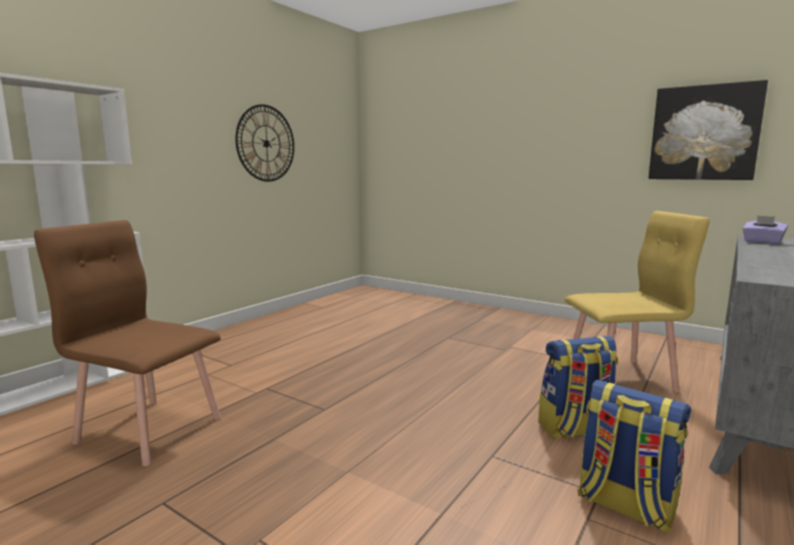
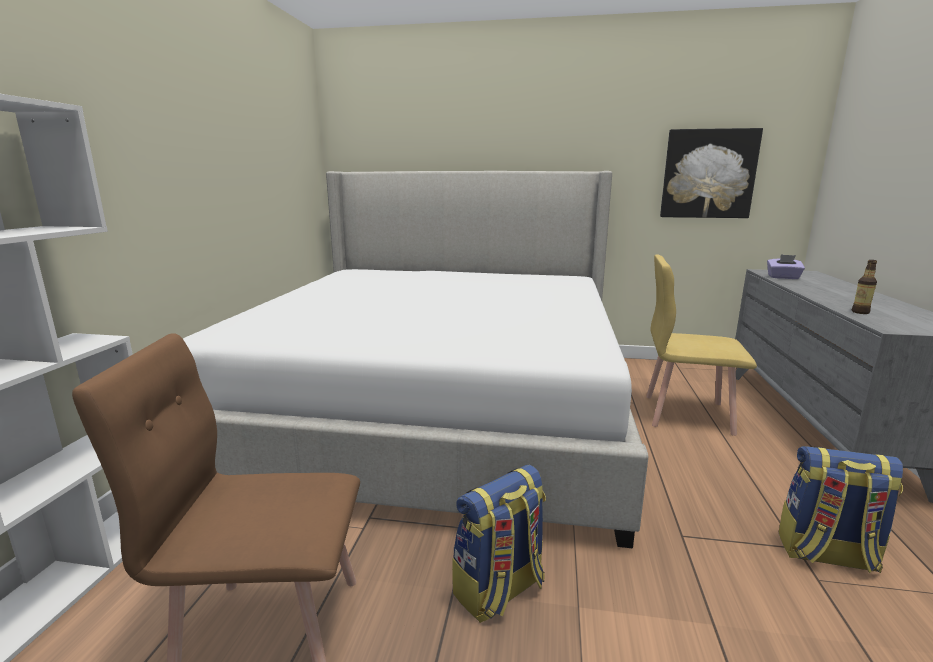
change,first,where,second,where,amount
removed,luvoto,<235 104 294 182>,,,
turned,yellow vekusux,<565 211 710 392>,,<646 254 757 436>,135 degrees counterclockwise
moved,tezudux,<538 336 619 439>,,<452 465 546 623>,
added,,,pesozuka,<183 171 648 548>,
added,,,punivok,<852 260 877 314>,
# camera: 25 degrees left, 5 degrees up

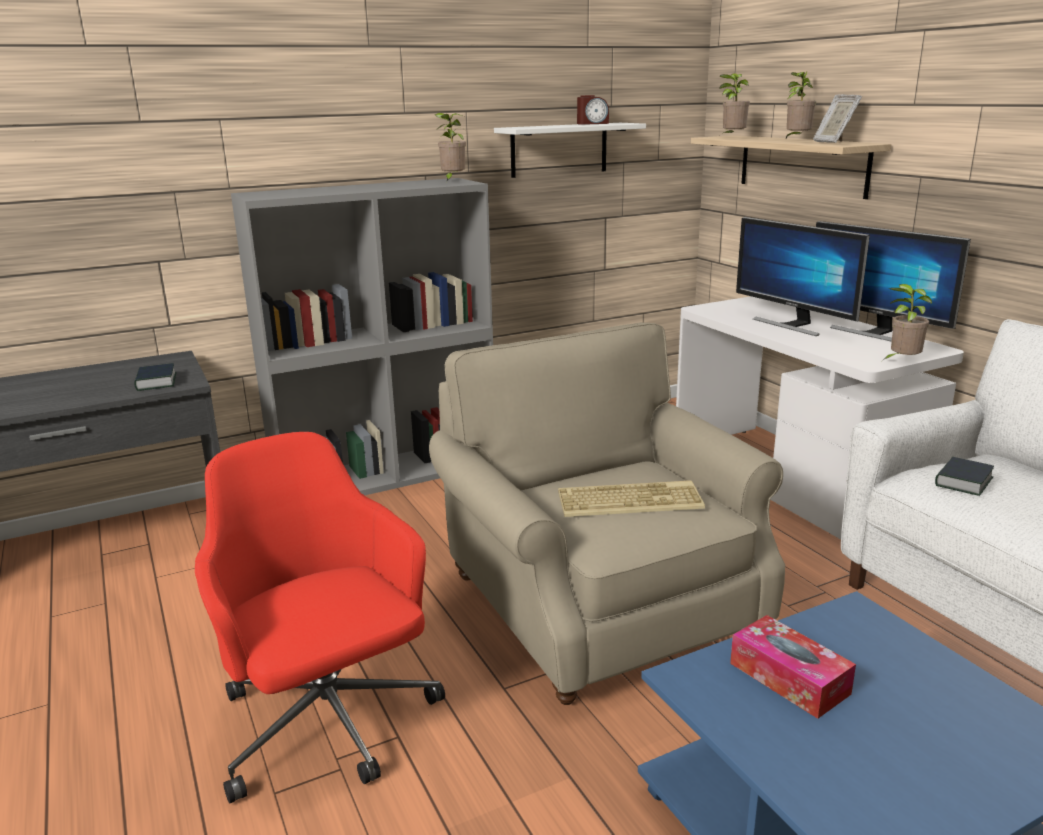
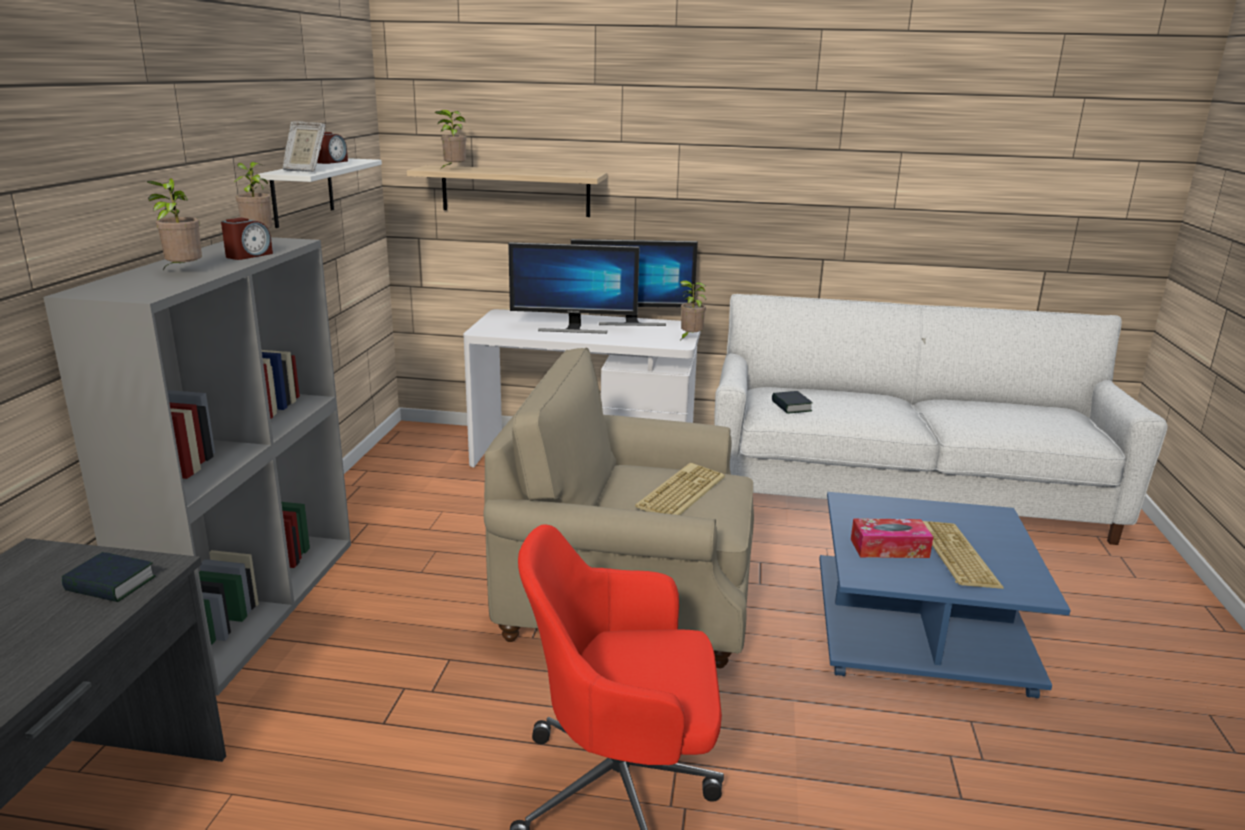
change,first,where,second,where,amount
moved,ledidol,<786 72 816 138>,,<147 178 202 270>,
moved,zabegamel,<813 94 862 143>,,<282 121 326 172>,
added,,,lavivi,<221 218 273 260>,
added,,,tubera,<923 521 1004 589>,
# camera: 55 degrees left, 0 degrees up

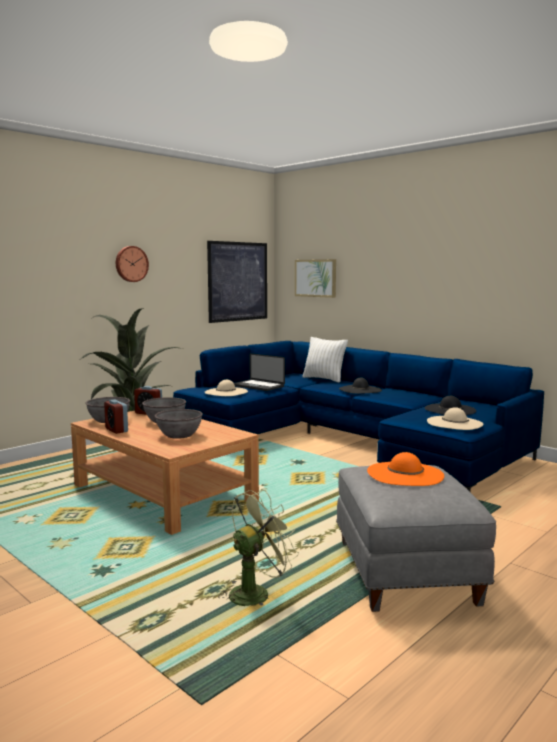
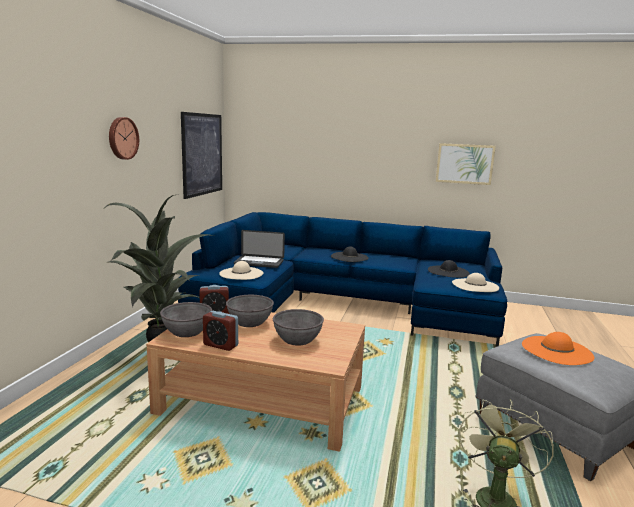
change,first,where,second,where,amount
moved,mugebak,<295 259 336 298>,,<436 143 496 185>,
removed,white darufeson,<302 337 348 382>,,,
# camera: 30 degrees left, 5 degrees up

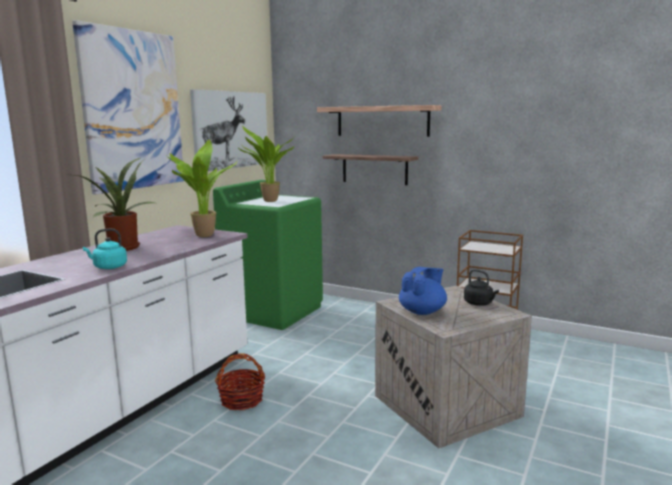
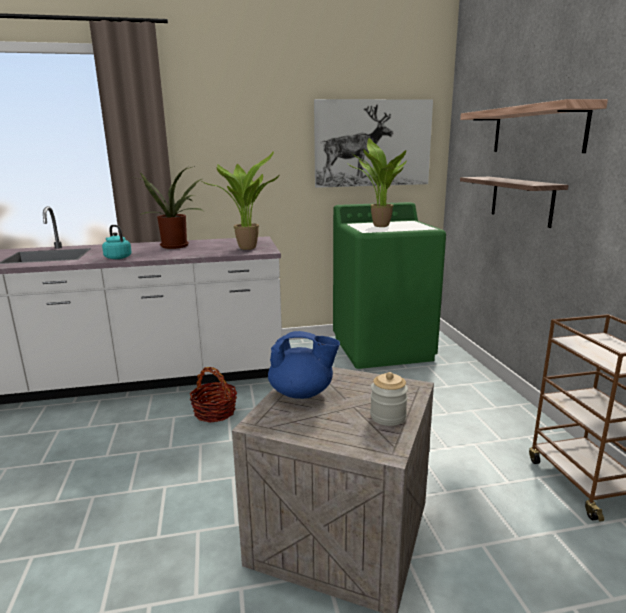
change,first,where,second,where,amount
removed,mugebak,<72 20 184 194>,,,
replaced,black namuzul,<464 269 499 306>,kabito,<370 372 408 426>,
# camera: 50 degrees right, 5 degrees up

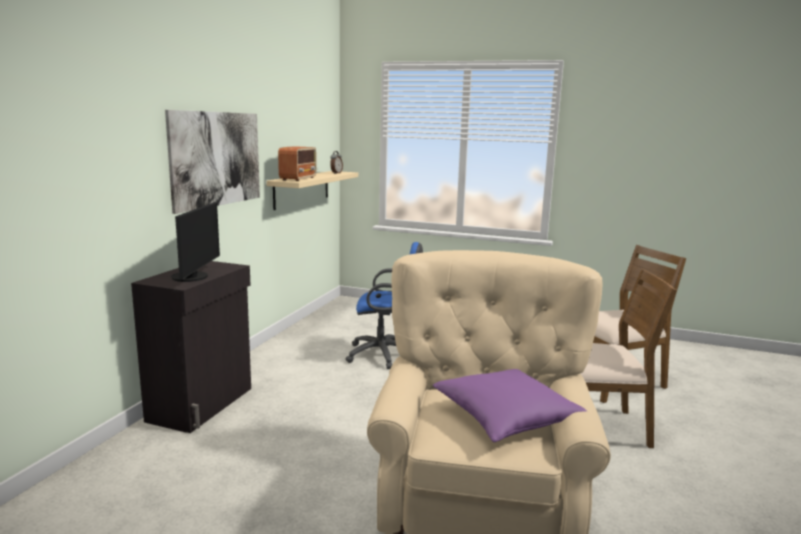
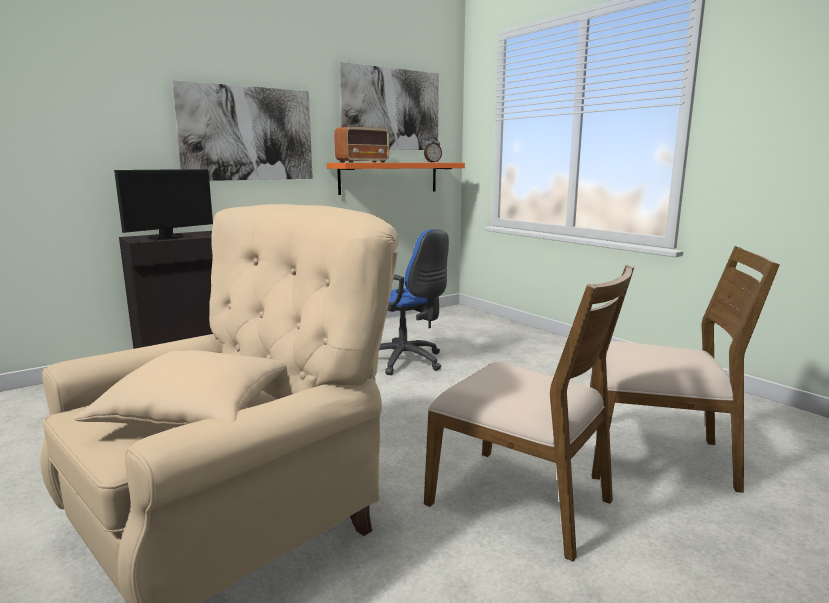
change,first,where,second,where,amount
recoloured,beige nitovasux,<266 171 358 210>,orange nitovasux,<327 163 465 195>,
recoloured,purple darufeson,<433 369 587 442>,beige darufeson,<74 350 287 427>,
added,,,mugebak,<339 62 439 150>,
# camera: 35 degrees right, 0 degrees up

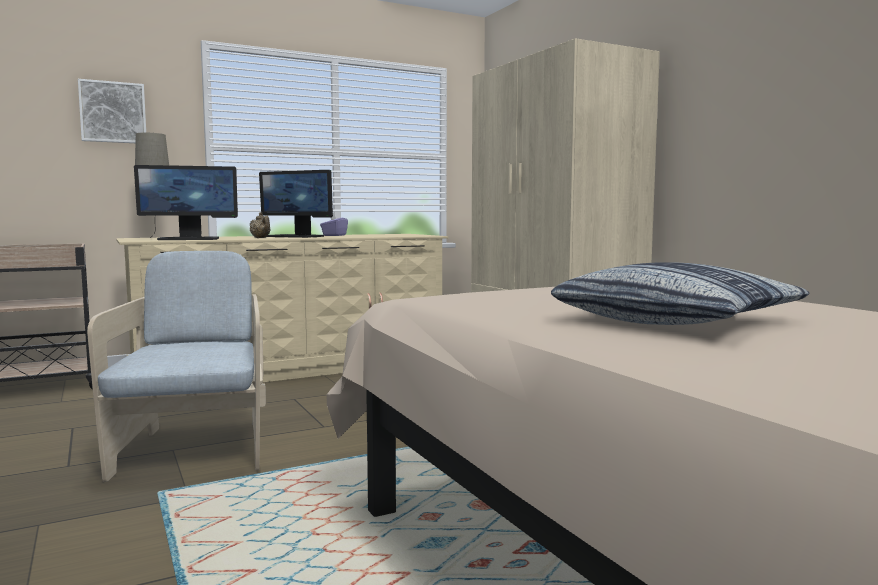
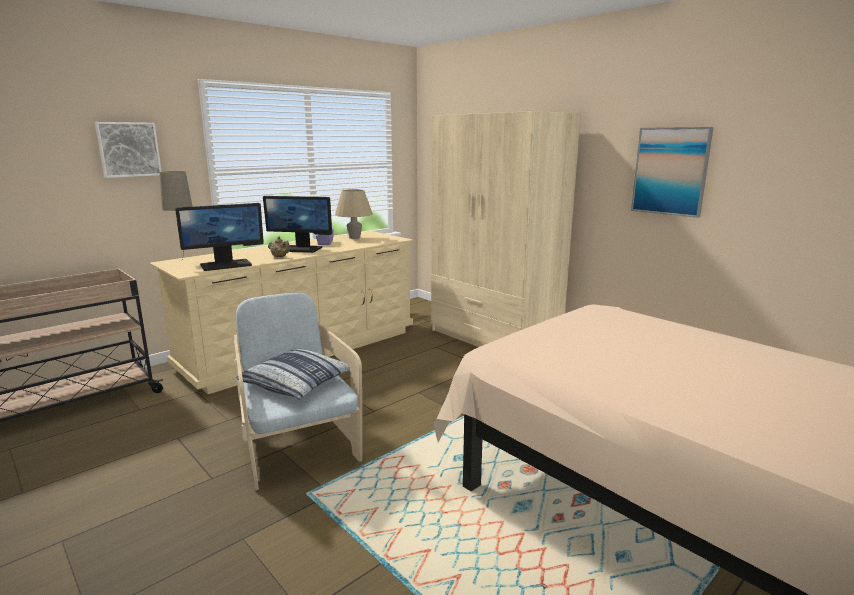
change,first,where,second,where,amount
moved,darufeson,<551 262 809 325>,,<236 348 350 400>,
added,,,mugebak,<631 127 714 218>,
added,,,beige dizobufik,<335 189 373 239>,
# camera: 15 degrees left, 10 degrees up

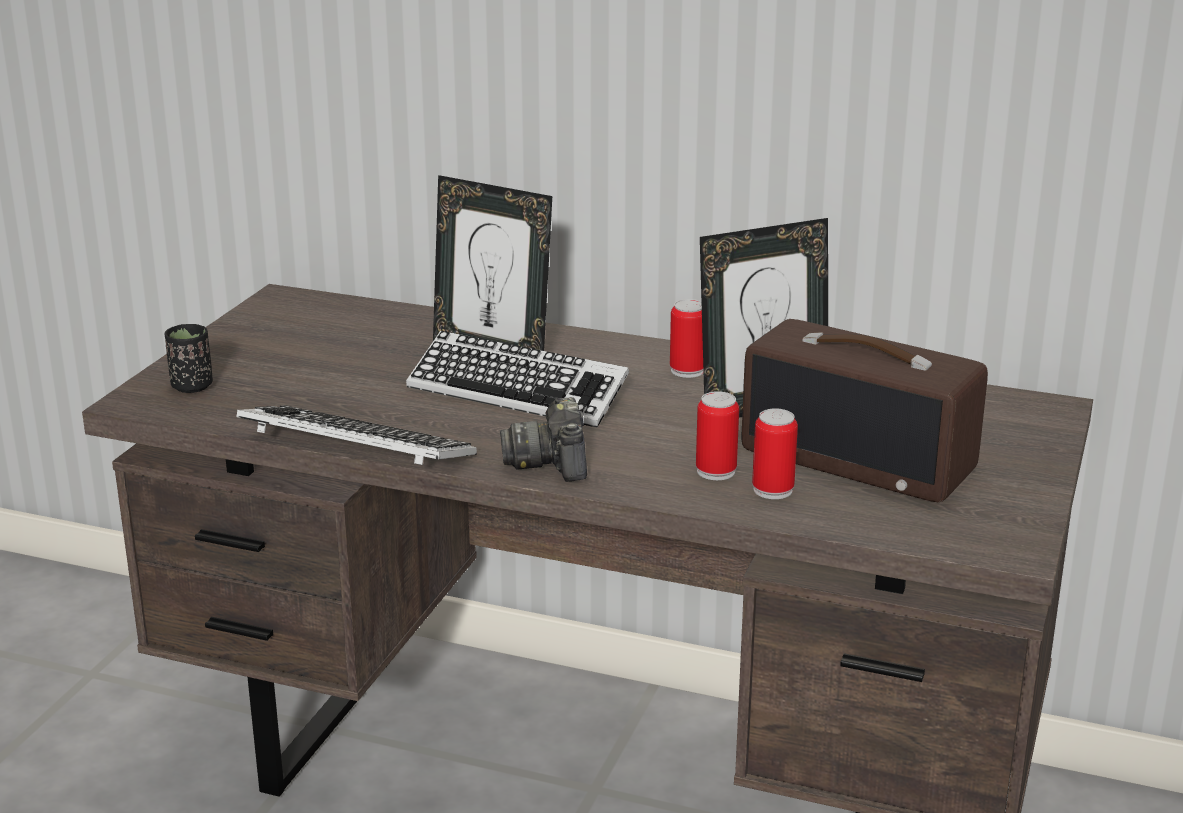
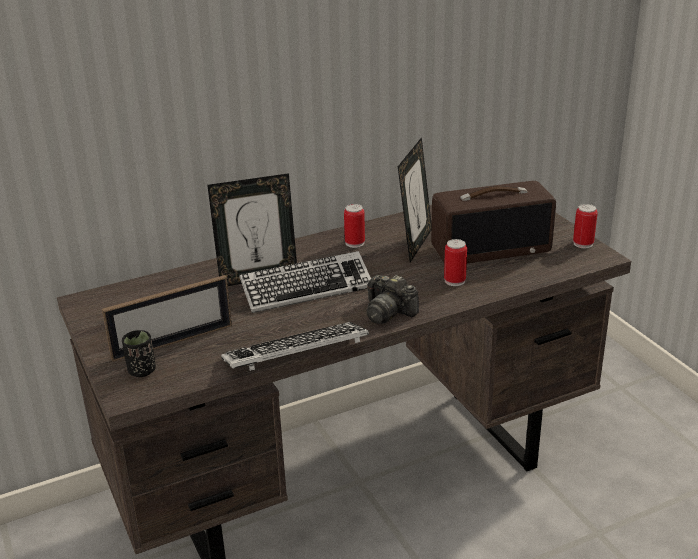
change,first,where,second,where,amount
moved,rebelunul,<752 408 798 499>,,<573 204 598 248>,
added,,,zabegamel,<102 275 232 362>,
# camera: 45 degrees left, 5 degrees up

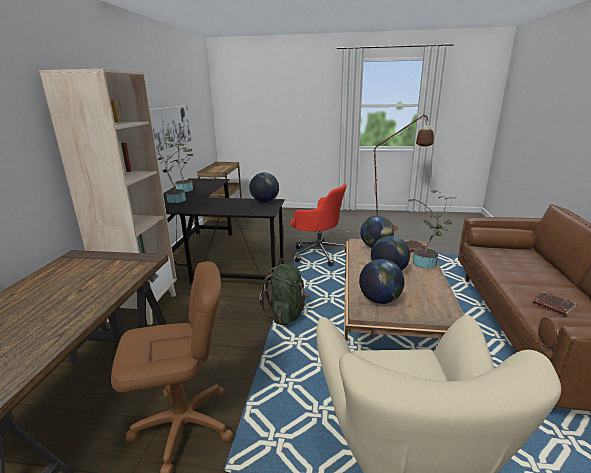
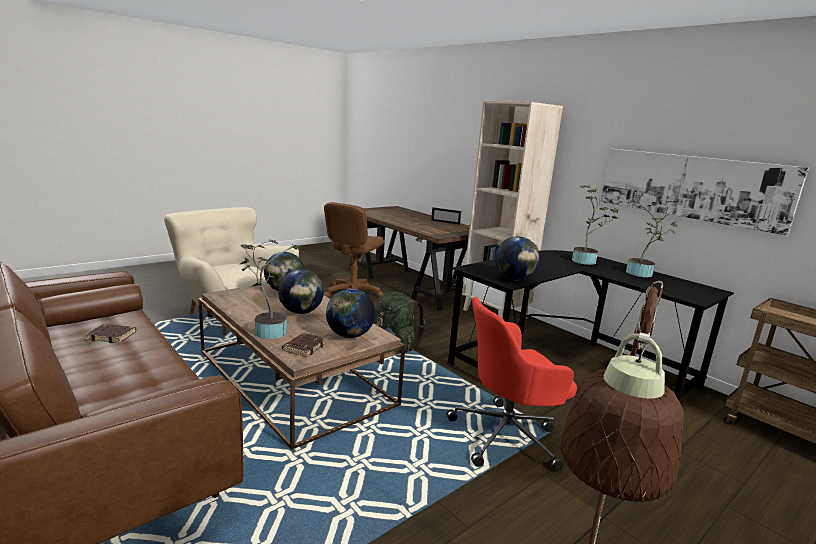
change,first,where,second,where,amount
added,,,zabegamel,<431 207 461 225>,
# camera: 130 degrees right, 5 degrees down

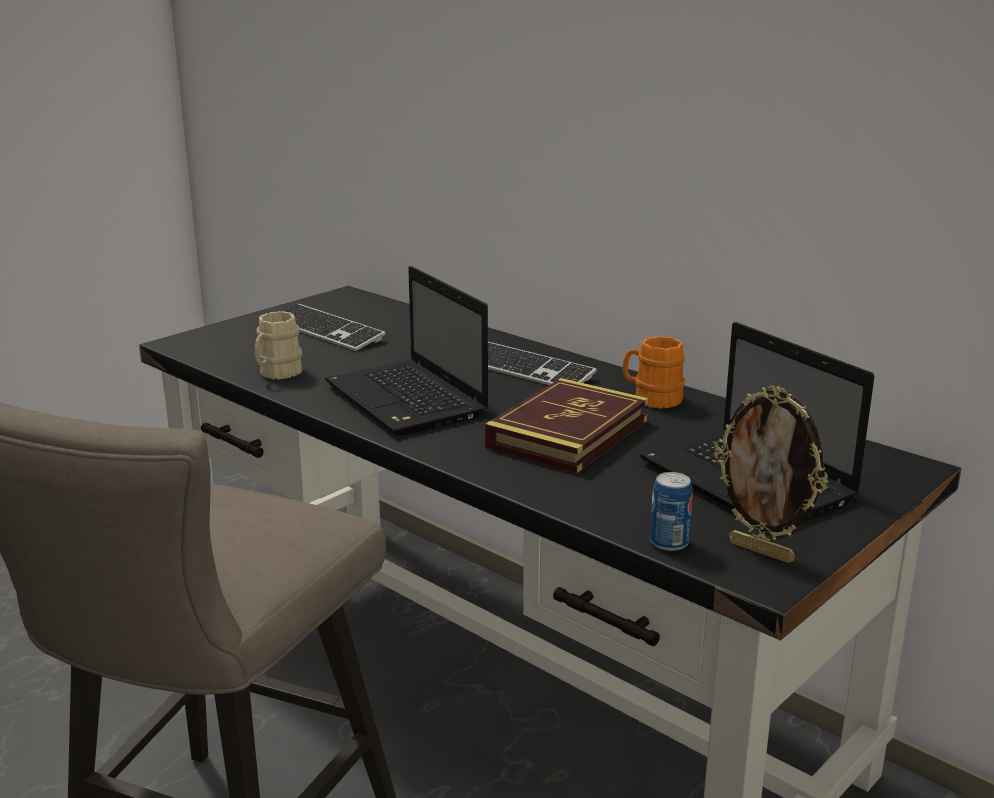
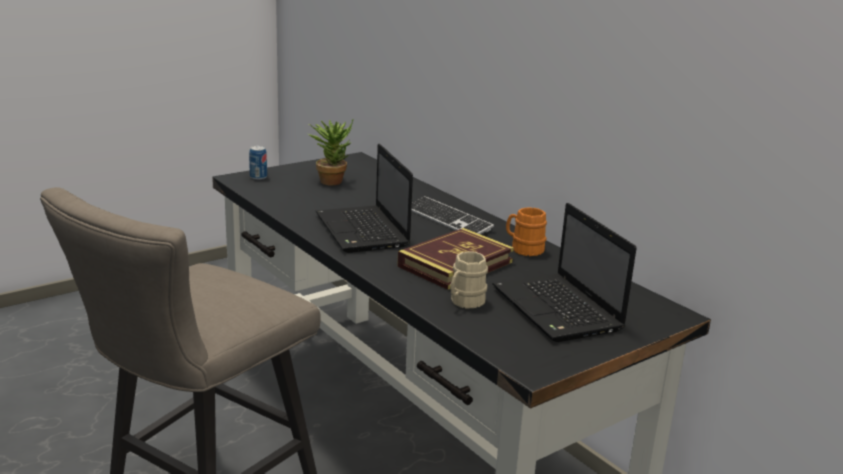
change,first,where,second,where,amount
replaced,tubera,<284 304 386 351>,ledidol,<308 120 353 185>,
moved,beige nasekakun,<255 311 302 380>,,<450 251 488 309>,
removed,zabegamel,<714 385 828 563>,,,
moved,rebelunul,<650 472 693 551>,,<249 146 267 180>,
# camera: 10 degrees right, 0 degrees up

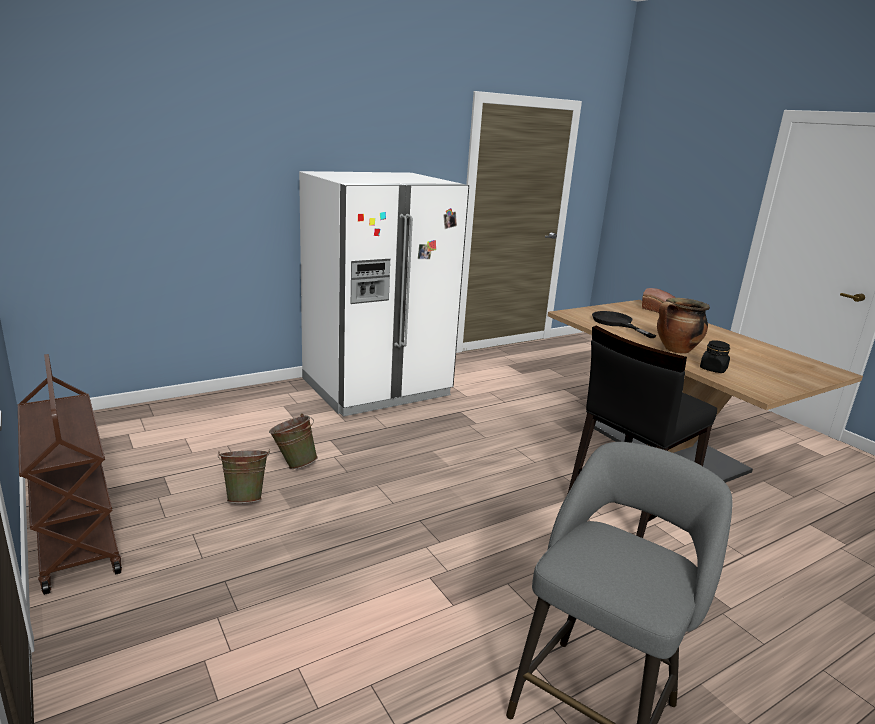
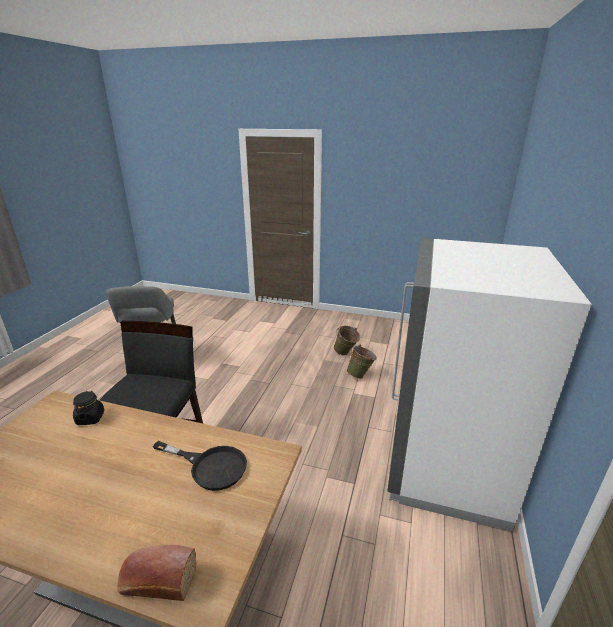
change,first,where,second,where,amount
removed,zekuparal,<657 298 710 354>,,,
removed,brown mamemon,<18 354 122 595>,,,
# camera: 140 degrees right, 5 degrees up

